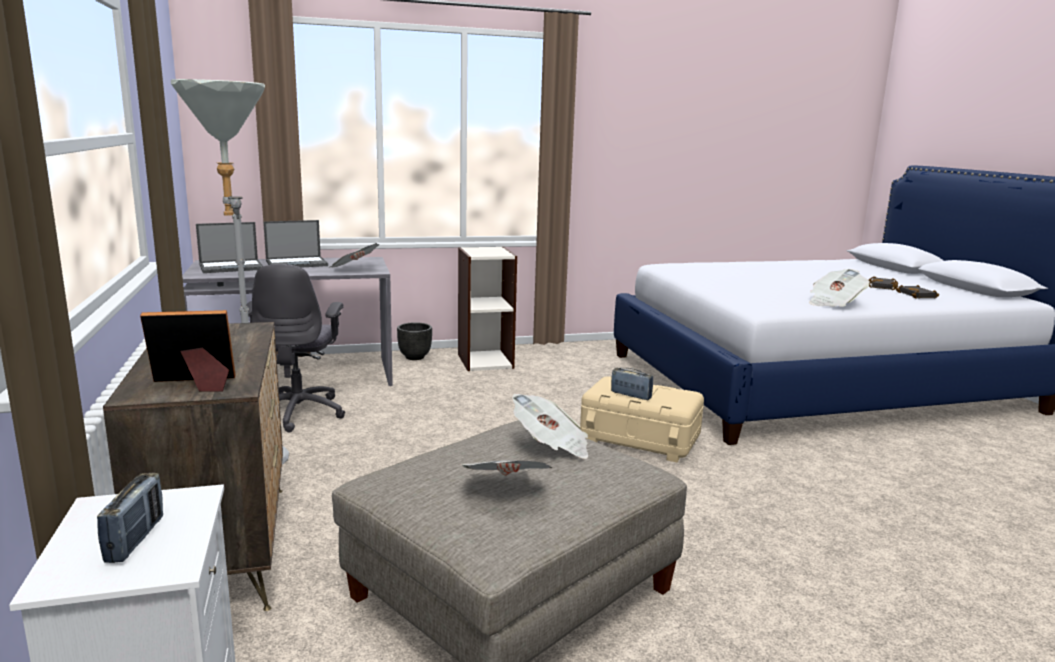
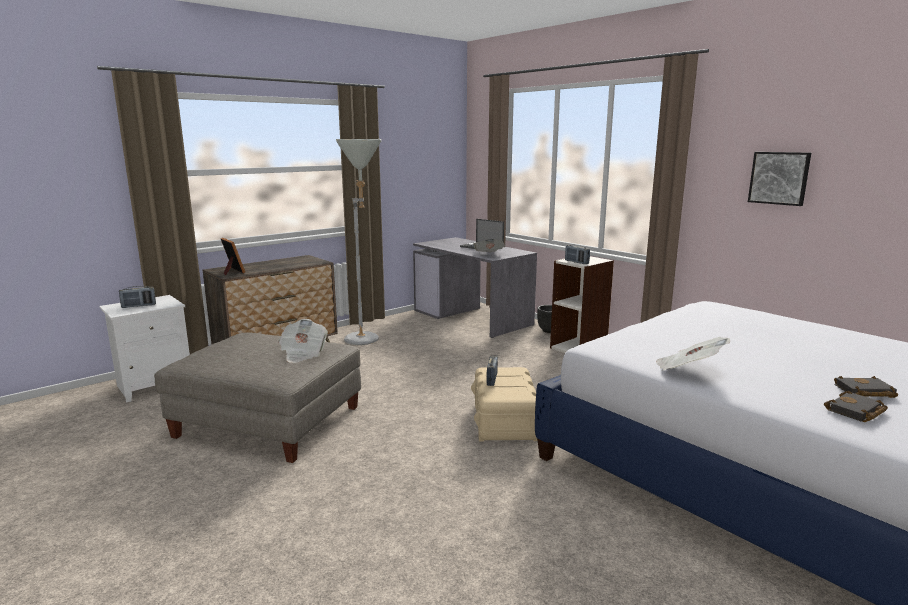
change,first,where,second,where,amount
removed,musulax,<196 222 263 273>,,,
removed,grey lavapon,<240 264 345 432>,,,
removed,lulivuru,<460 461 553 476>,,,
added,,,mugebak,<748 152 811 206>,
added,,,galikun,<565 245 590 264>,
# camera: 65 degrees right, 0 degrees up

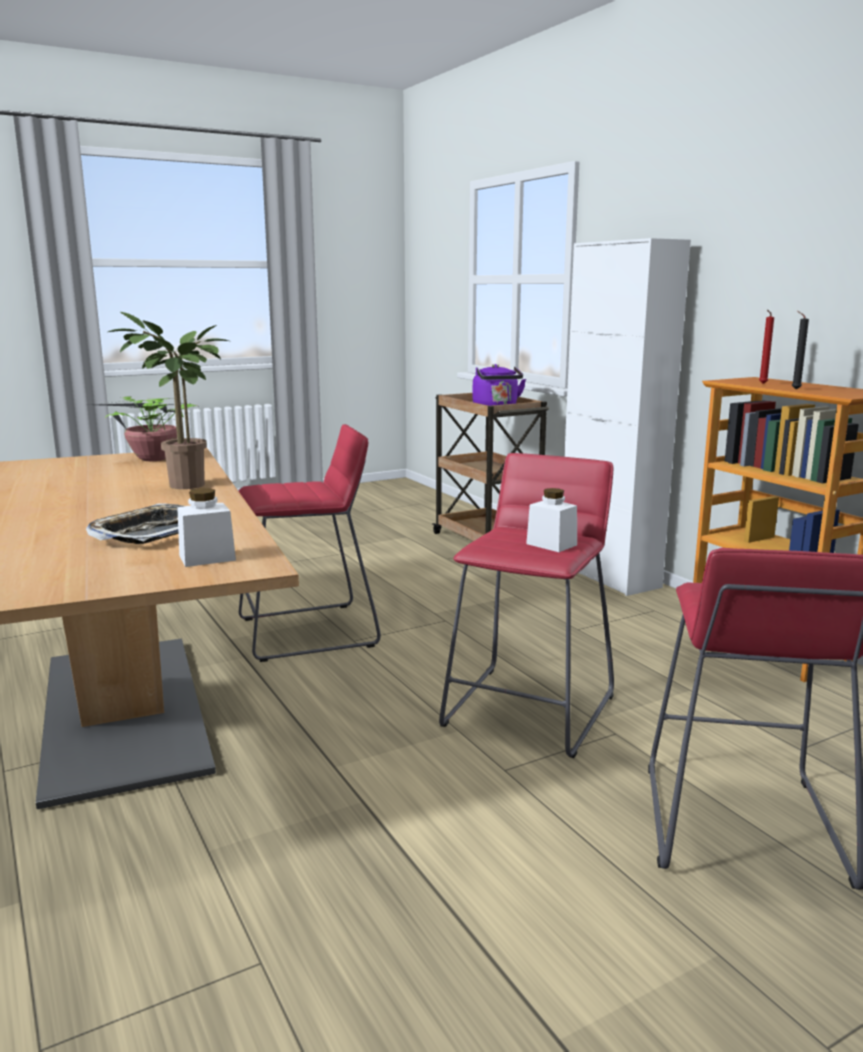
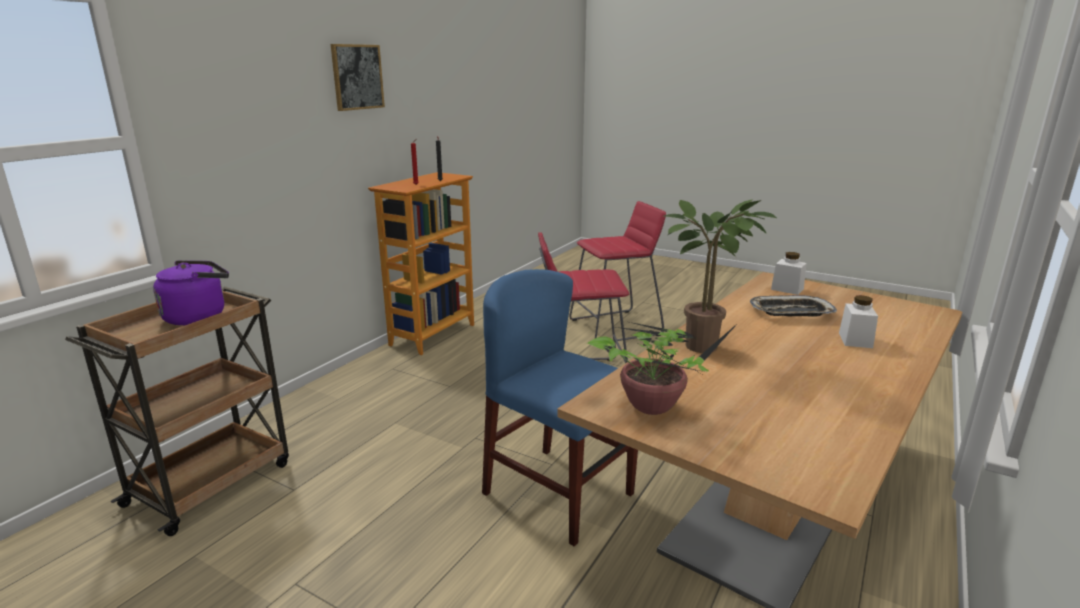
change,first,where,second,where,amount
removed,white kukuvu,<564 238 691 596>,,,
replaced,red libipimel,<239 424 381 662>,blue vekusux,<482 269 638 546>,
moved,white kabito,<526 488 577 552>,,<839 295 878 348>,
added,,,mugebak,<331 44 385 111>,
# camera: 120 degrees left, 5 degrees up

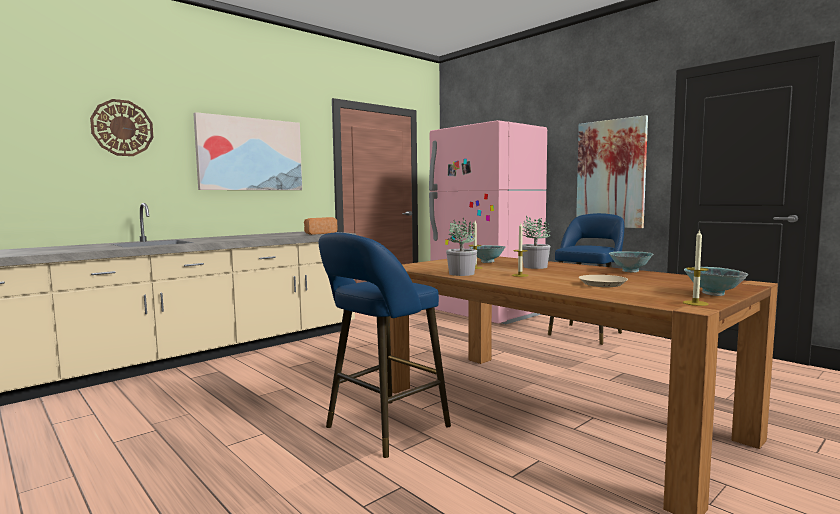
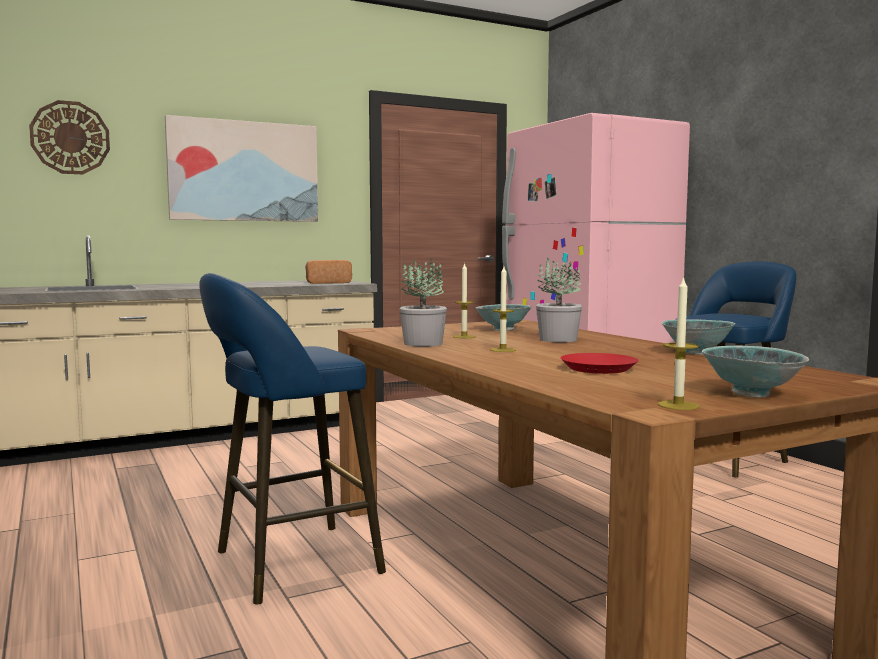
change,first,where,second,where,amount
removed,mugebak,<576 115 648 228>,,,
recoloured,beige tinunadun,<579 275 628 287>,red tinunadun,<560 353 639 374>,
# camera: 15 degrees right, 0 degrees up

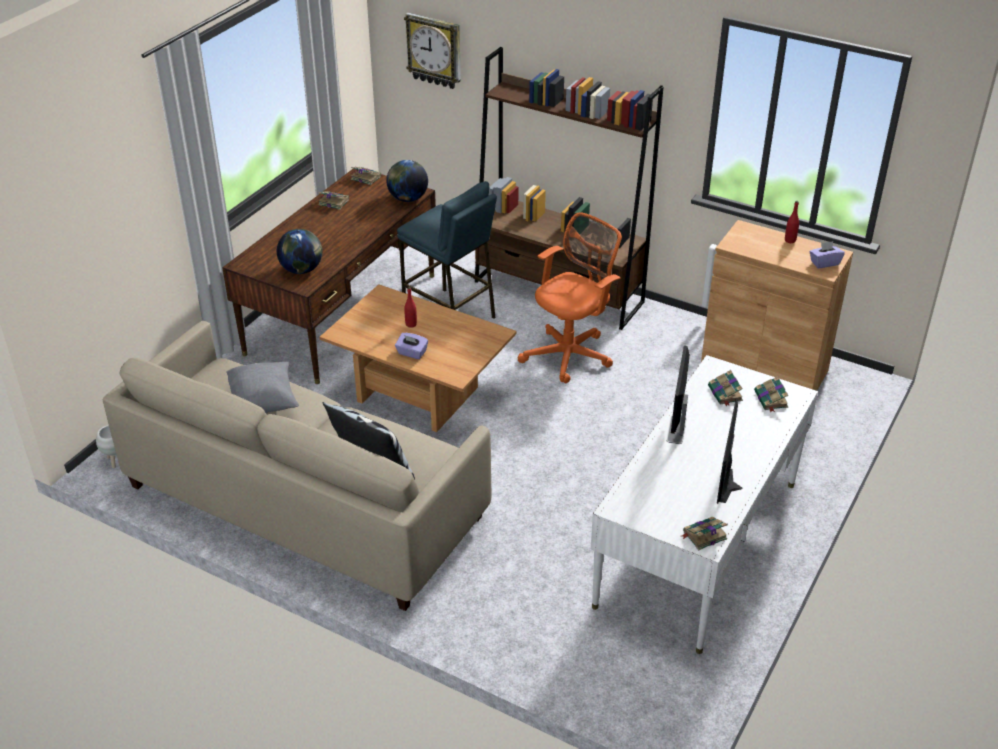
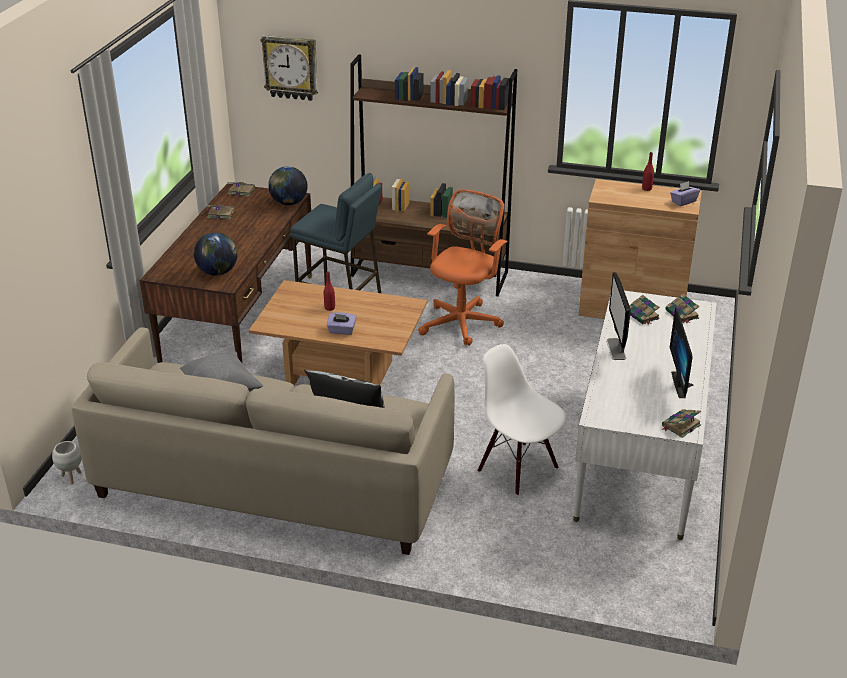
change,first,where,second,where,amount
added,,,white vekusux,<477 344 566 496>,
# camera: 15 degrees left, 5 degrees down

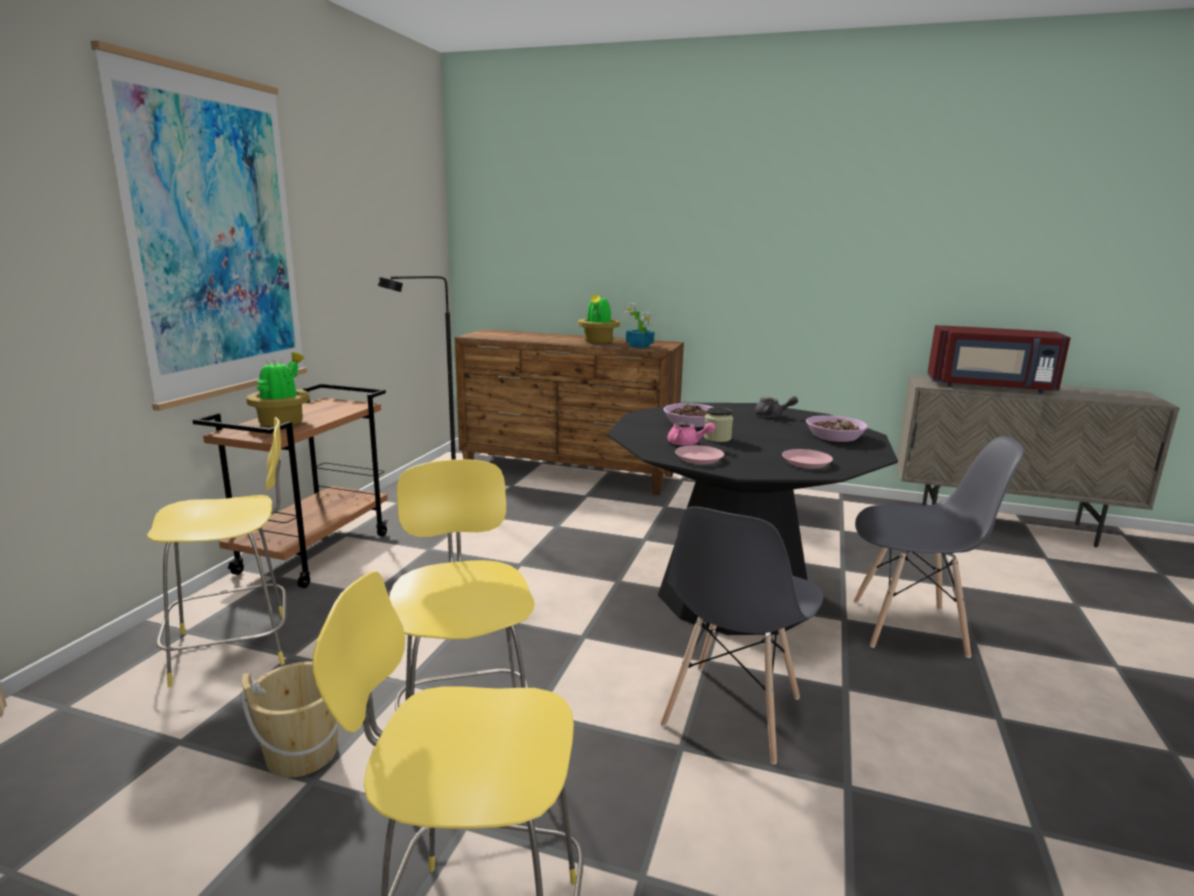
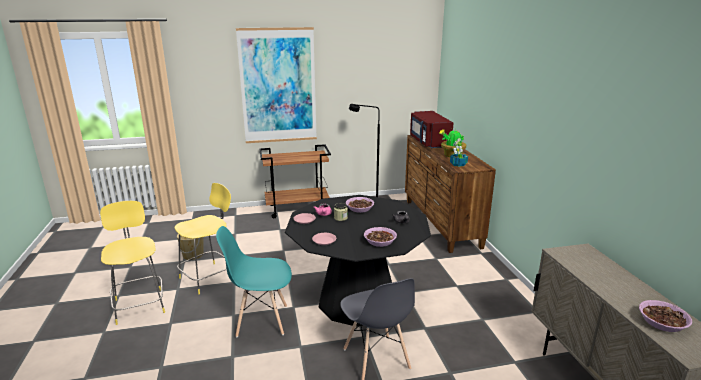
change,first,where,second,where,amount
moved,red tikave,<927 325 1070 394>,,<410 111 453 149>,
removed,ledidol,<246 352 310 427>,,,
removed,yellow libipimel,<147 417 286 687>,,,
recoloured,grey vekusux,<660 507 823 764>,turquoise vekusux,<216 226 292 337>,
added,,,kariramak,<639 300 692 332>,
# camera: 60 degrees right, 5 degrees up

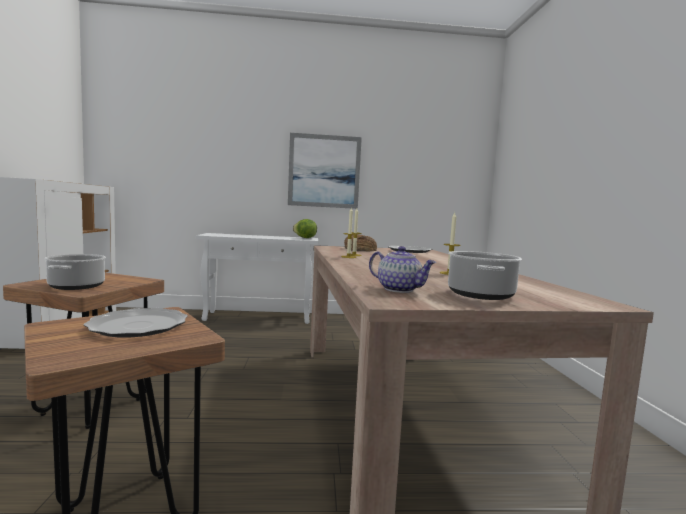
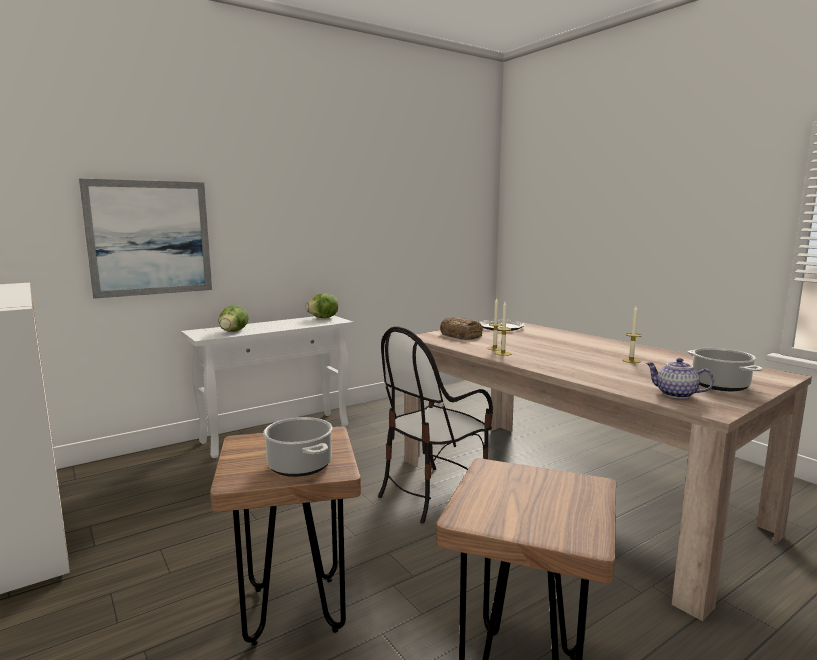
change,first,where,second,where,amount
moved,mugebak,<288 133 362 209>,,<79 179 212 299>,
turned,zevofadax,<369 246 436 293>,,<646 358 714 399>,150 degrees counterclockwise
removed,tinunadun,<84 308 188 337>,,,
added,,,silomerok,<218 305 249 332>,
added,,,vekusux,<378 326 493 524>,
# camera: 30 degrees left, 5 degrees up

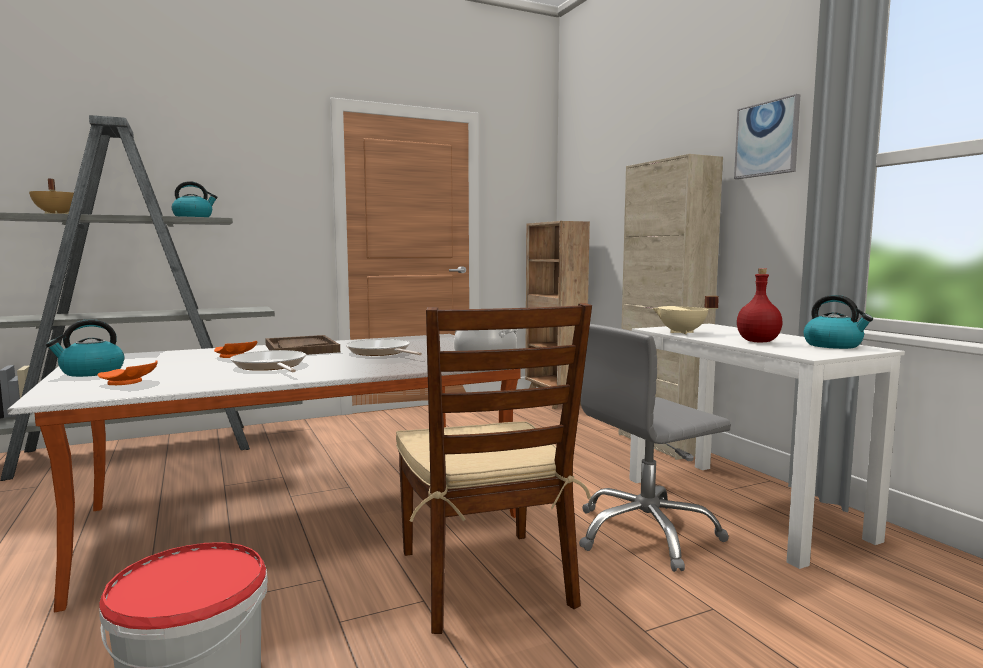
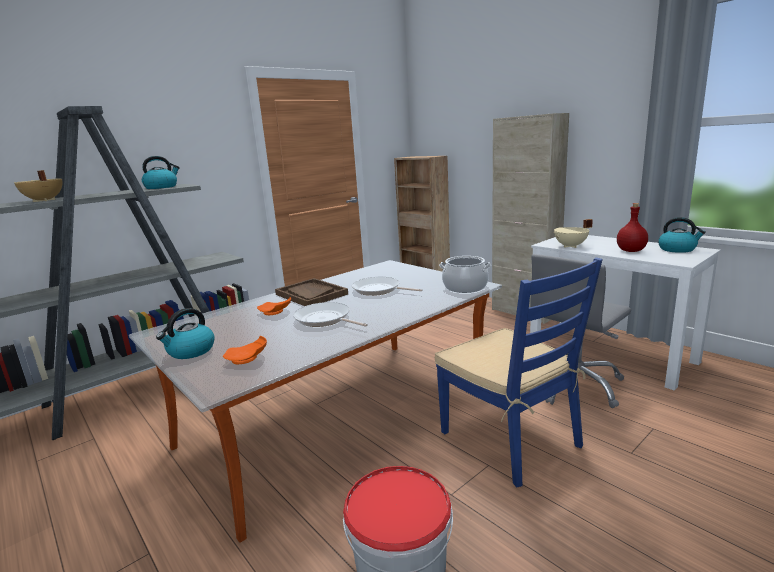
change,first,where,second,where,amount
removed,mugebak,<734 94 801 179>,,,
recoloured,brown vekusux,<396 303 592 634>,blue vekusux,<435 257 603 488>,
# camera: 15 degrees left, 10 degrees up

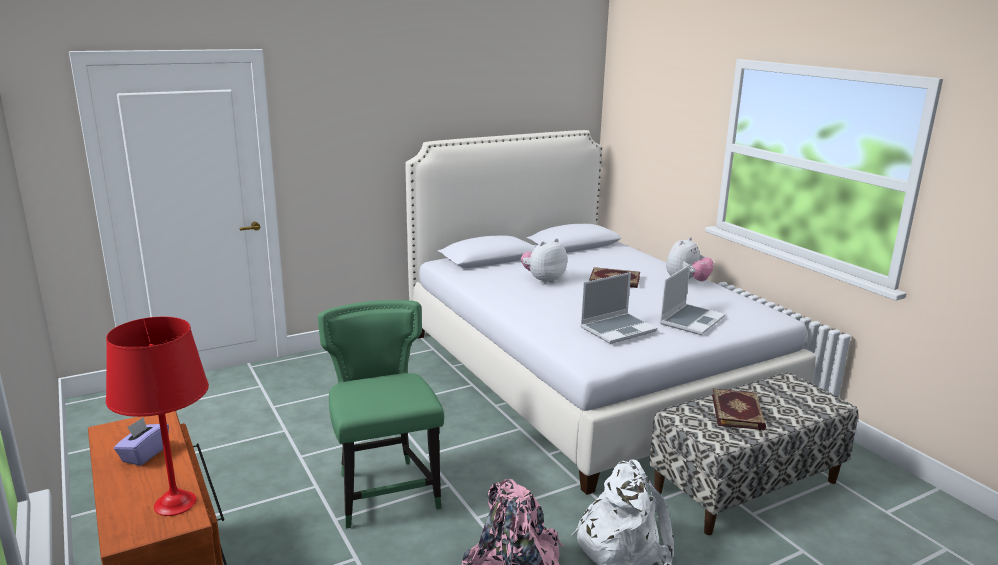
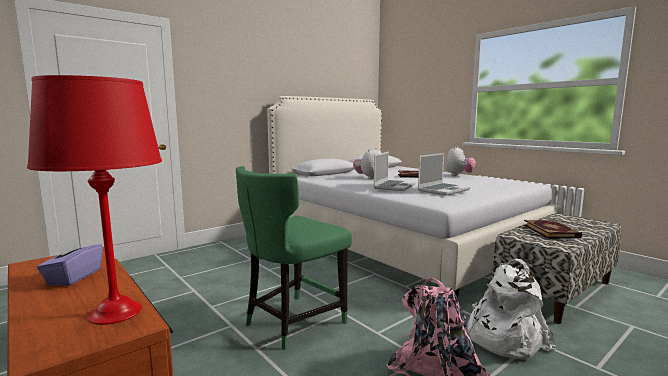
change,first,where,second,where,amount
moved,musulax,<660 265 725 335>,,<373 152 416 191>,
turned,green vekusux,<318 300 444 529>,,<236 166 352 350>,105 degrees counterclockwise
# camera: 10 degrees left, 10 degrees down

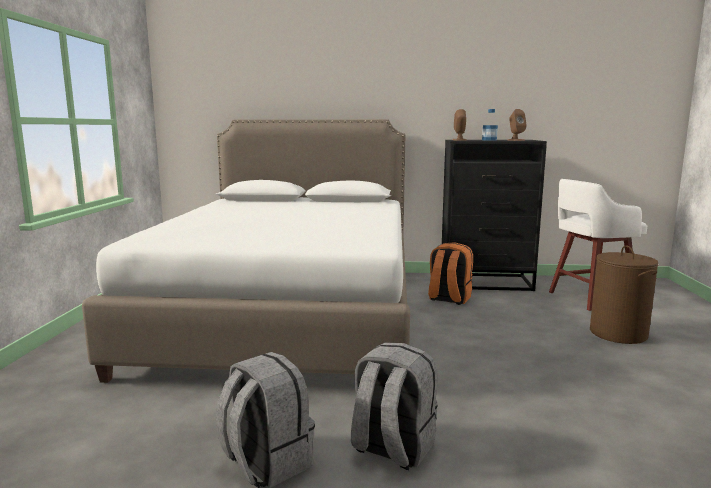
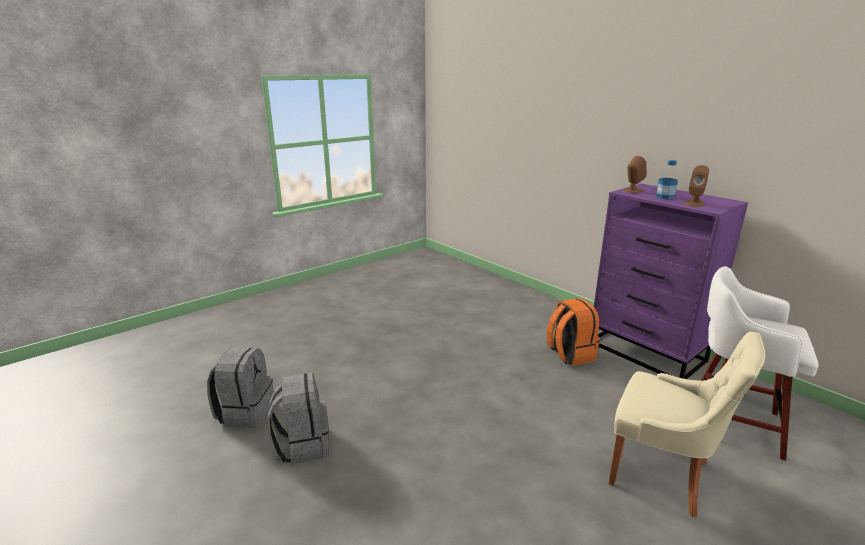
change,first,where,second,where,amount
removed,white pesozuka,<82 119 410 383>,,,
recoloured,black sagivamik,<442 140 547 291>,purple sagivamik,<594 184 748 379>,
replaced,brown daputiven,<590 246 659 344>,beige vekusux,<609 331 765 517>,
# camera: 45 degrees right, 10 degrees up

